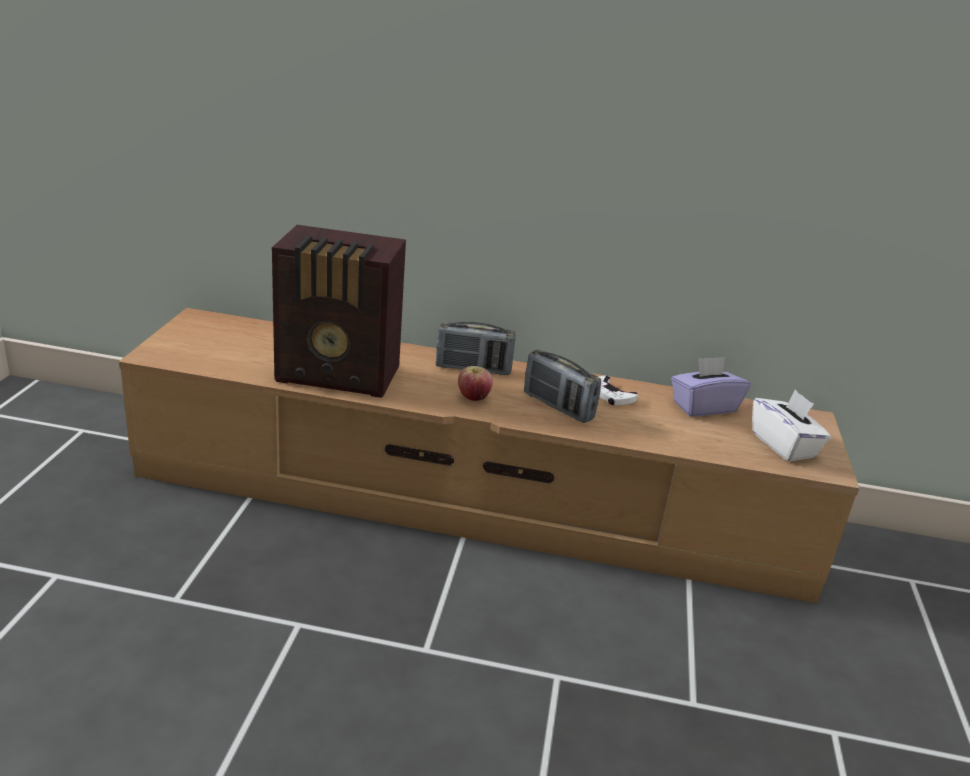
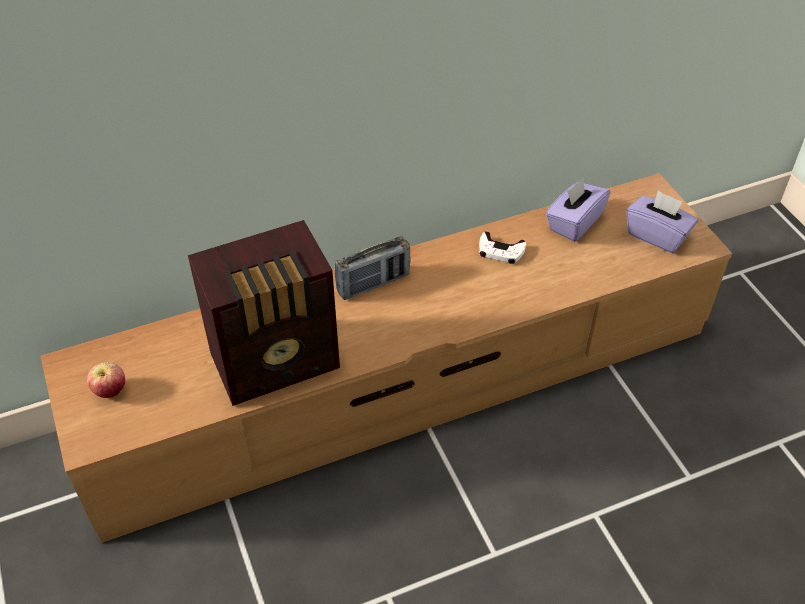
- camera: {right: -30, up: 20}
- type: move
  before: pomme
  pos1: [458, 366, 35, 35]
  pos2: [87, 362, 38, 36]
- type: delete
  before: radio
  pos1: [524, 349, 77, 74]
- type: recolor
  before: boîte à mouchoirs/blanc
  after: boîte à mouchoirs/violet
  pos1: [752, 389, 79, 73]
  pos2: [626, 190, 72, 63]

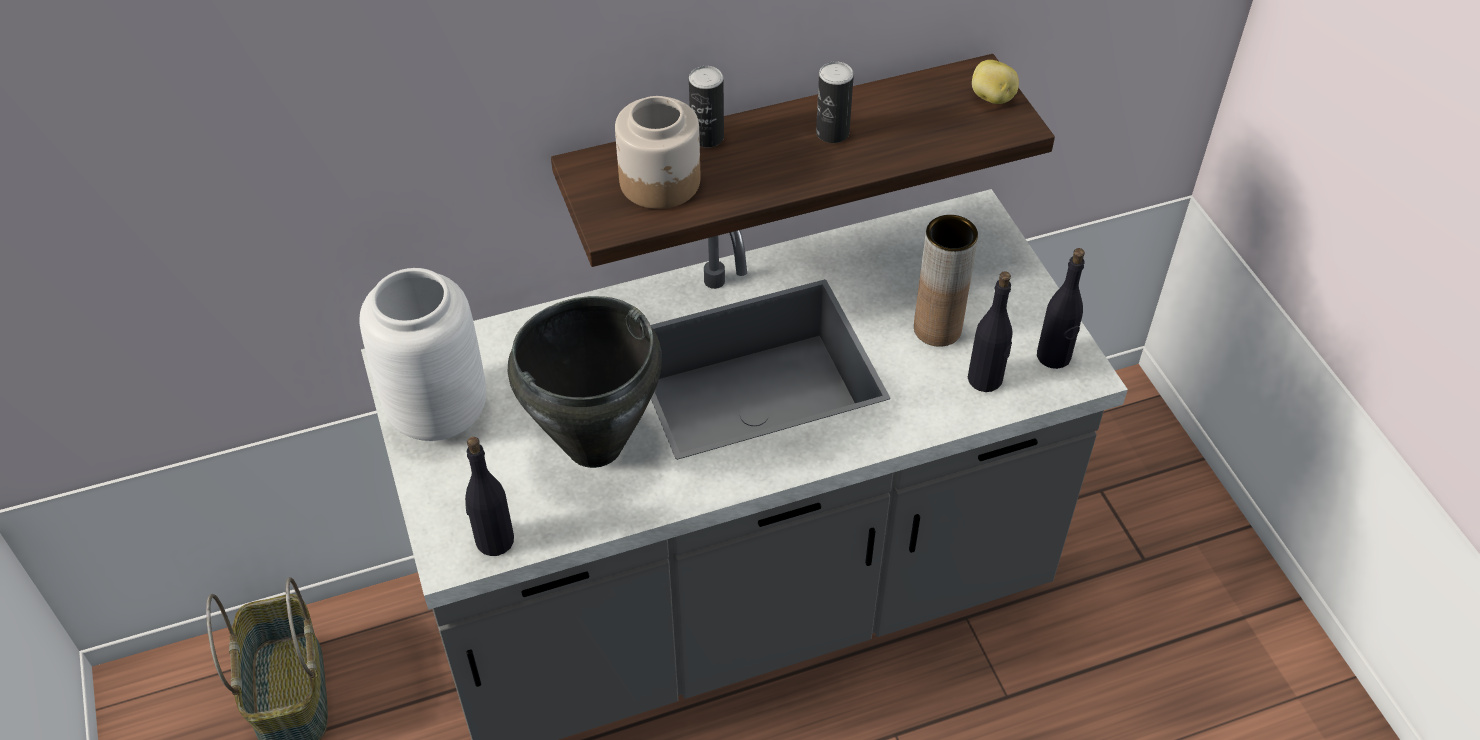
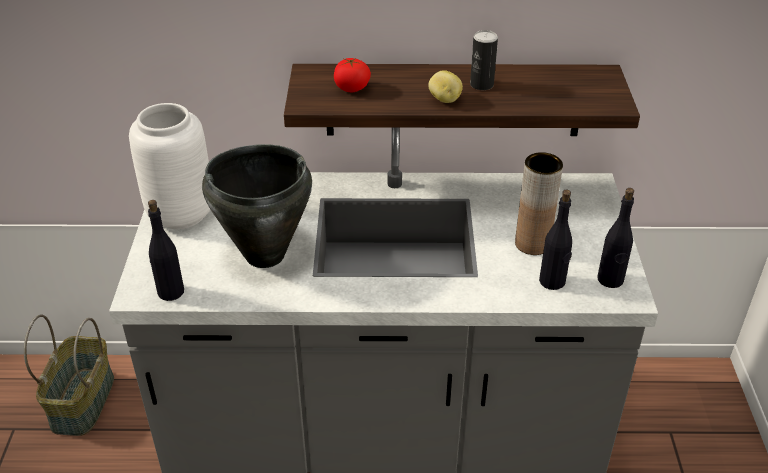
- camera: {right: 20, up: -10}
- type: replace
  before: bocal
  after: tomate
  pos1: [615, 96, 85, 113]
  pos2: [334, 58, 37, 34]
- type: delete
  before: boîte métallique
  pos1: [689, 66, 35, 82]
- type: move
  before: pomme de terre
  pos1: [972, 60, 47, 44]
  pos2: [428, 70, 35, 33]

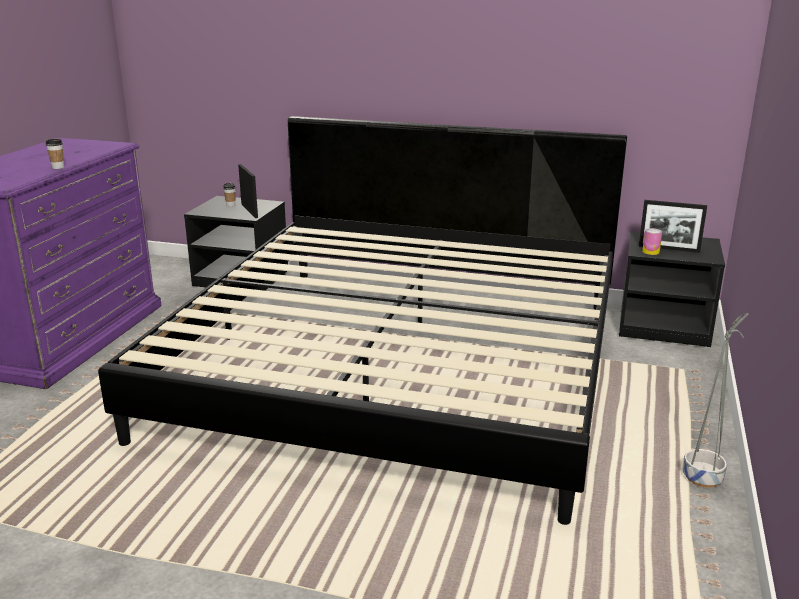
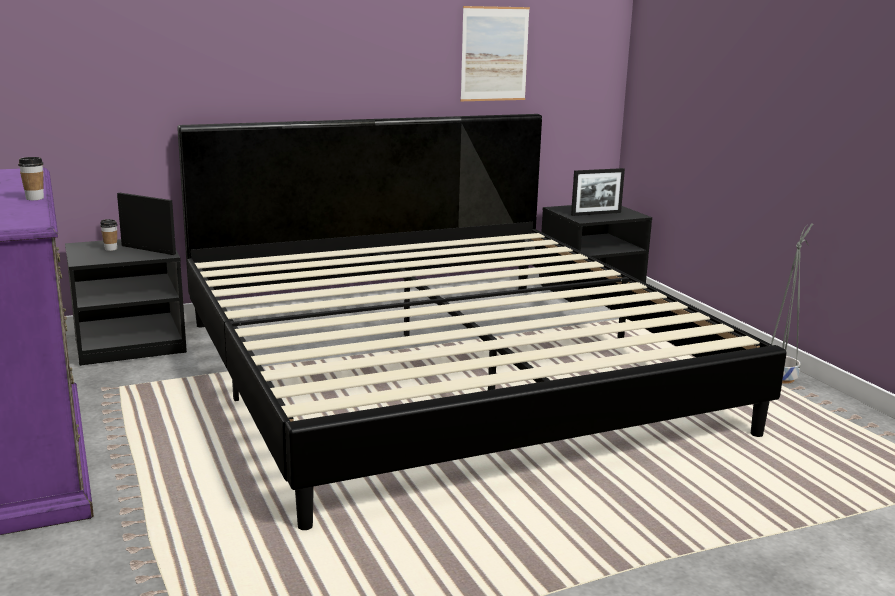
- camera: {right: -40, up: -5}
- type: delete
  before: boîte métallique
  pos1: [642, 228, 20, 27]
- type: insert
  after: tableau
  pos2: [460, 6, 70, 95]

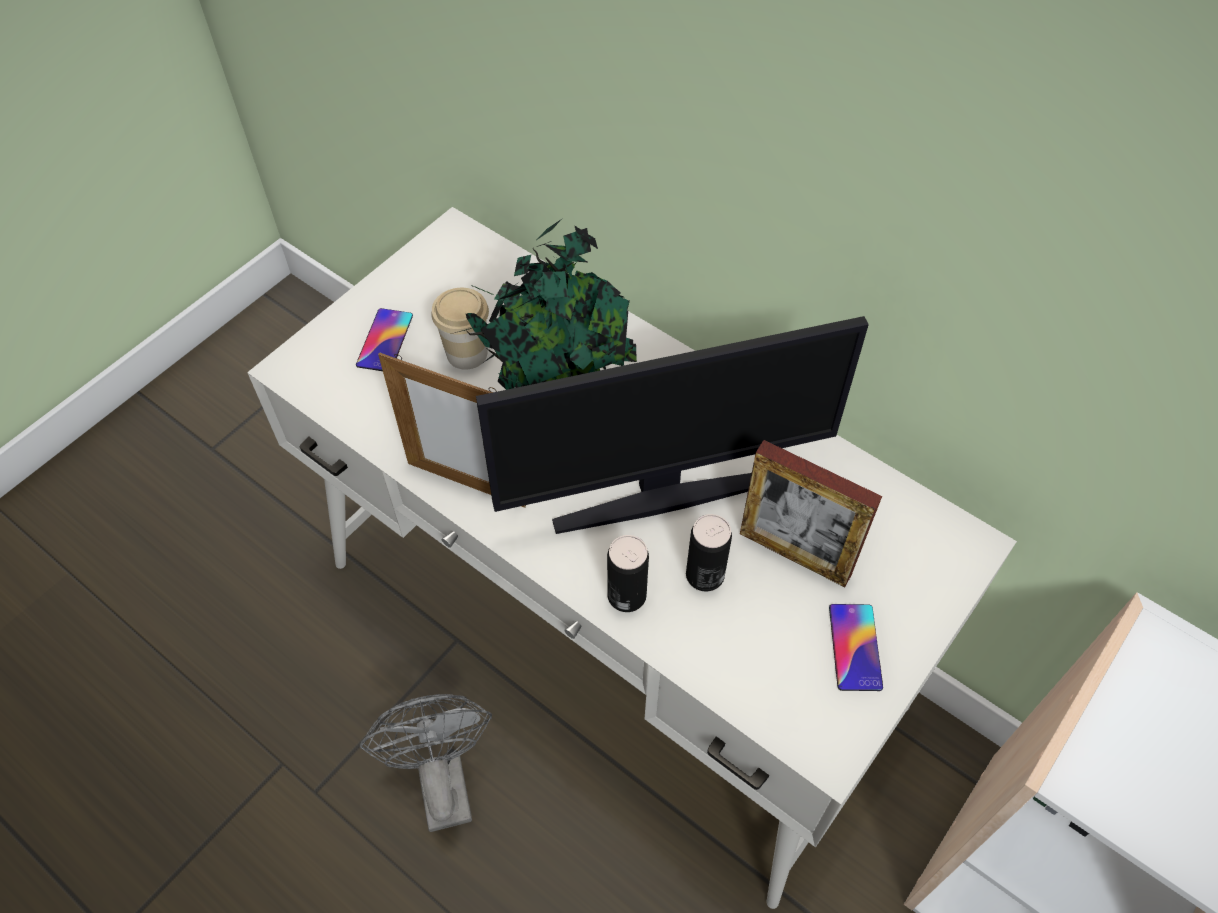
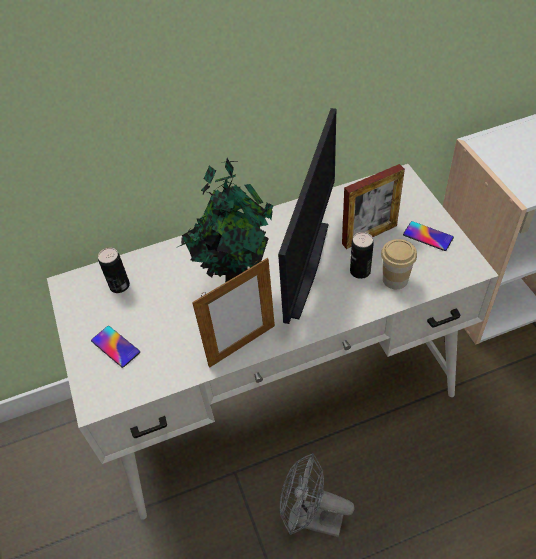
- camera: {right: -55, up: -5}
- type: move
  before: tasse
  pos1: [431, 288, 58, 82]
  pos2: [381, 239, 36, 50]
- type: move
  before: boîte métallique
  pos1: [607, 535, 42, 77]
  pos2: [98, 248, 32, 45]

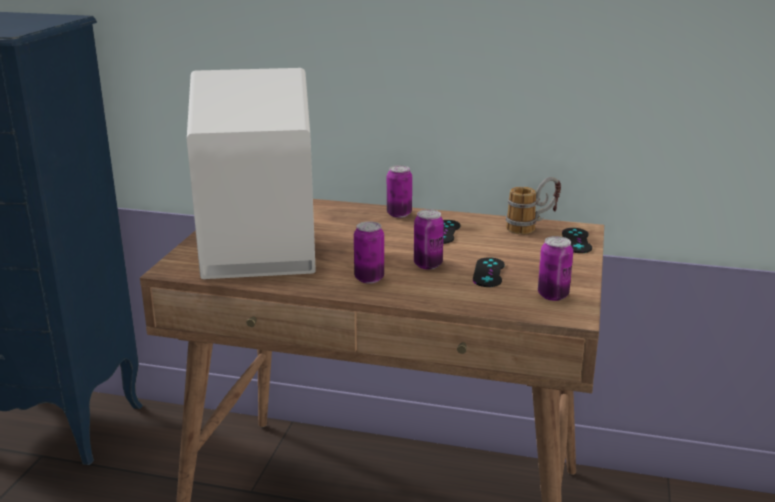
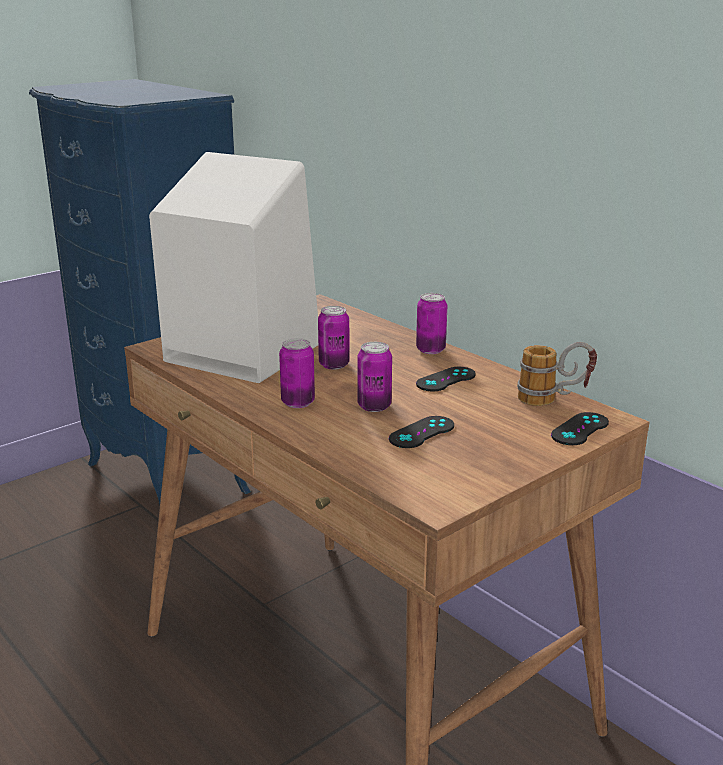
- camera: {right: 35, up: 0}
- type: move
  before: boîte métallique
  pos1: [538, 236, 35, 65]
  pos2: [318, 306, 32, 64]

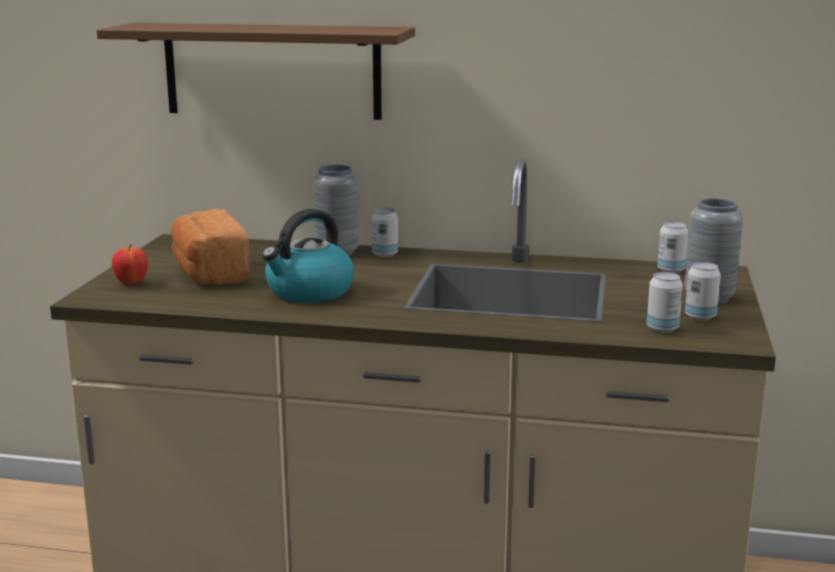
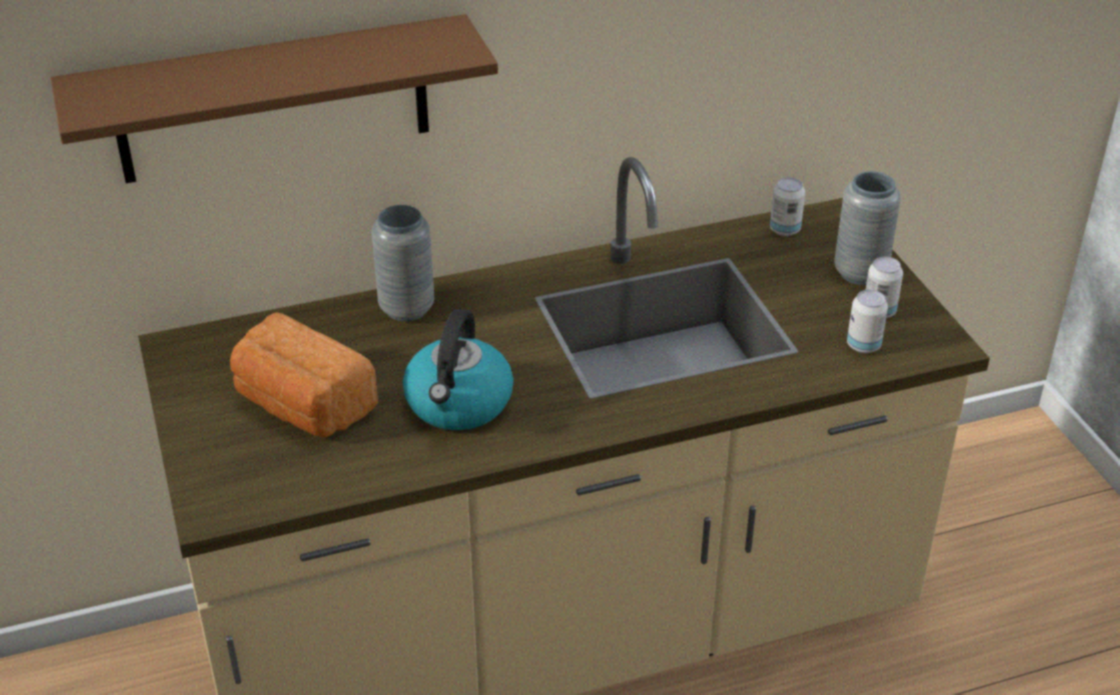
- camera: {right: -30, up: 20}
- type: delete
  before: pomme
  pos1: [112, 244, 36, 41]
- type: delete
  before: boîte métallique
  pos1: [371, 208, 27, 49]

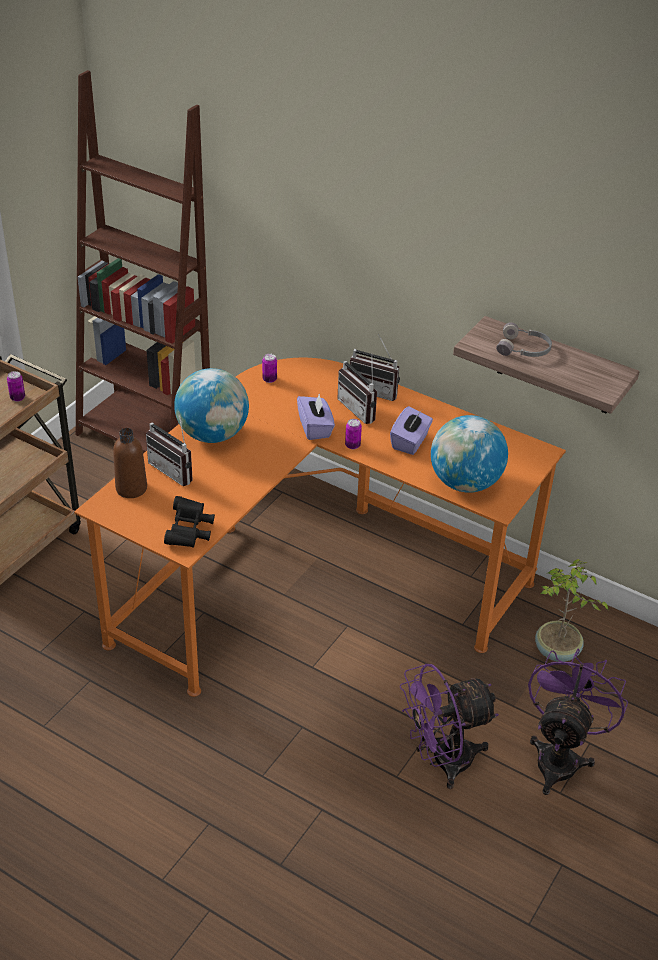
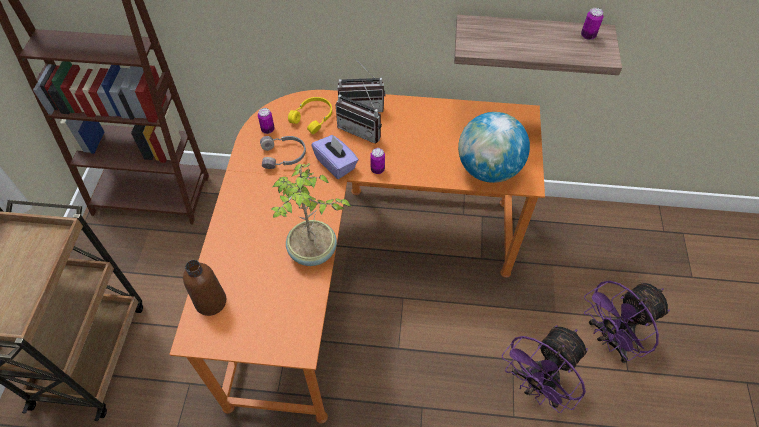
- camera: {right: -25, up: 15}
- type: move
  before: boîte métallique
  pos1: [7, 371, 18, 31]
  pos2: [581, 8, 22, 32]
- type: delete
  before: radio
  pos1: [146, 411, 47, 75]
- type: delete
  before: jumelles/noir
  pos1: [164, 496, 51, 52]
- type: delete
  before: globe
  pos1: [174, 368, 75, 75]
- type: delete
  before: boîte à mouchoirs/violet
  pos1: [390, 406, 43, 49]
- type: move
  before: casque audio/gris
  pos1: [496, 322, 56, 35]
  pos2: [260, 136, 46, 33]
- type: rotate
  before: ventilateur/violet
  pos1: [528, 649, 100, 146]
  pos2: [584, 280, 86, 83]
  turn: -120
- type: move
  before: plante en pot
  pos1: [535, 559, 74, 103]
  pos2: [272, 163, 79, 103]
- type: insert
  after: casque audio/jaune
  pos2: [288, 97, 44, 37]

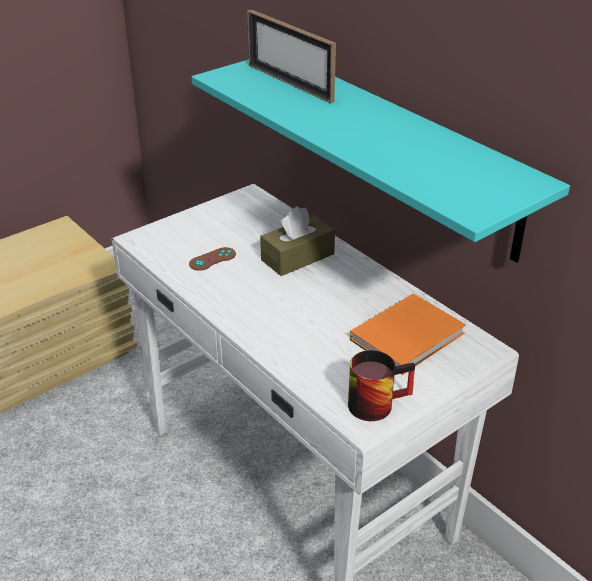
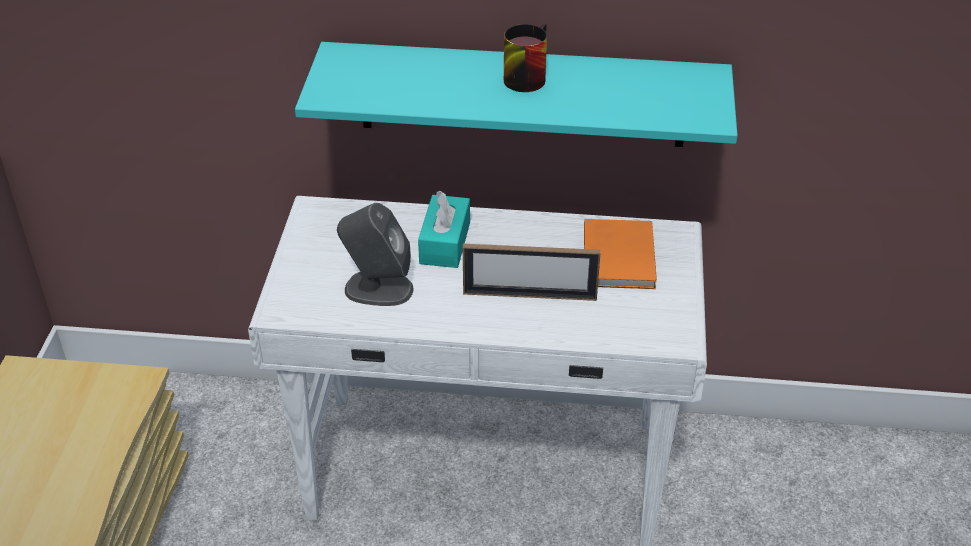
- camera: {right: -45, up: 5}
- type: replace
  before: manette/marron
  after: enceinte/gris
  pos1: [189, 247, 47, 24]
  pos2: [337, 203, 77, 103]
- type: move
  before: cadre photo
  pos1: [247, 9, 89, 95]
  pos2: [463, 244, 138, 57]
- type: recolor
  before: boîte à mouchoirs/marron
  after: boîte à mouchoirs/turquoise
  pos1: [260, 206, 75, 70]
  pos2: [418, 191, 52, 77]
- type: move
  before: mug
  pos1: [348, 350, 67, 71]
  pos2: [504, 23, 43, 69]

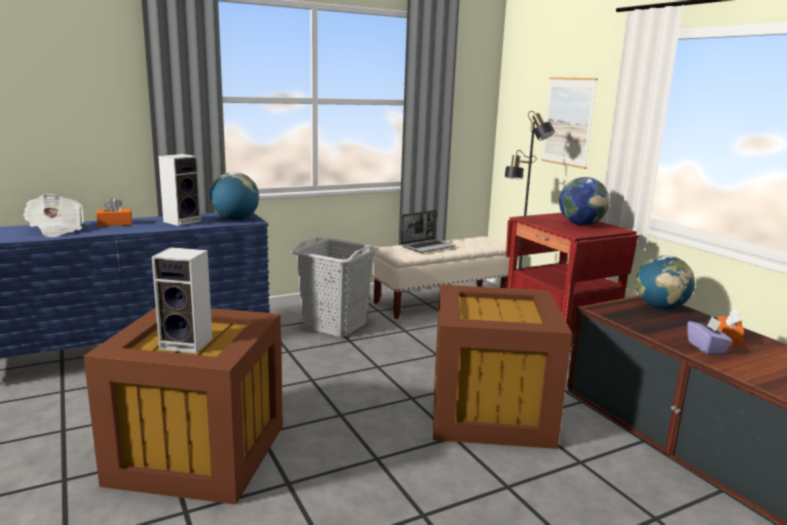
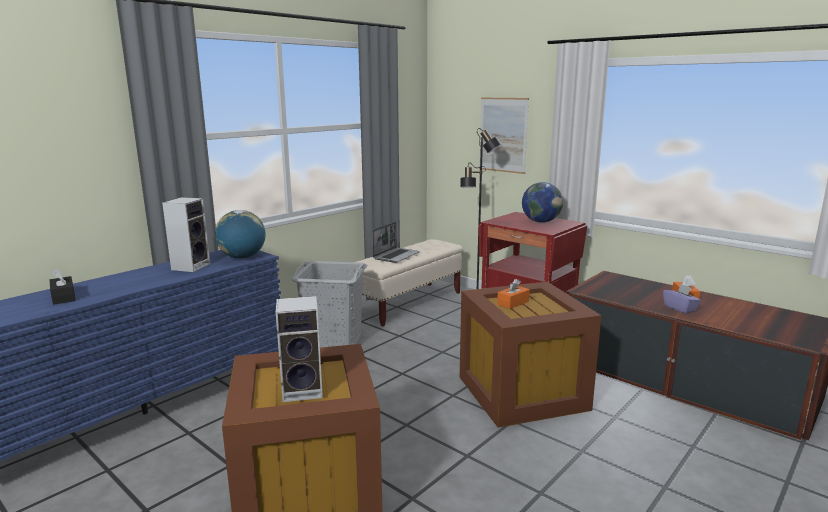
- camera: {right: -20, up: 0}
- type: replace
  before: journal
  after: boîte à mouchoirs/noir
  pos1: [23, 194, 61, 43]
  pos2: [50, 268, 26, 37]
- type: move
  before: boîte à mouchoirs/orange
  pos1: [96, 198, 36, 29]
  pos2: [497, 279, 33, 30]
- type: delete
  before: globe
  pos1: [636, 255, 59, 54]

